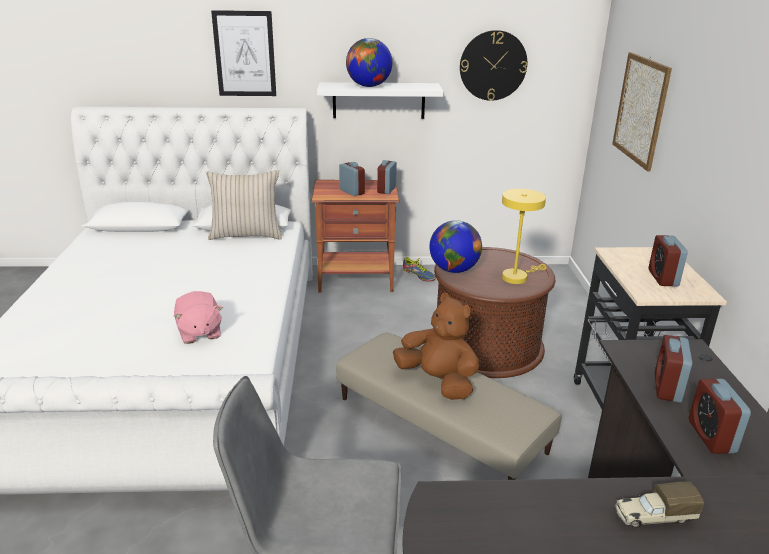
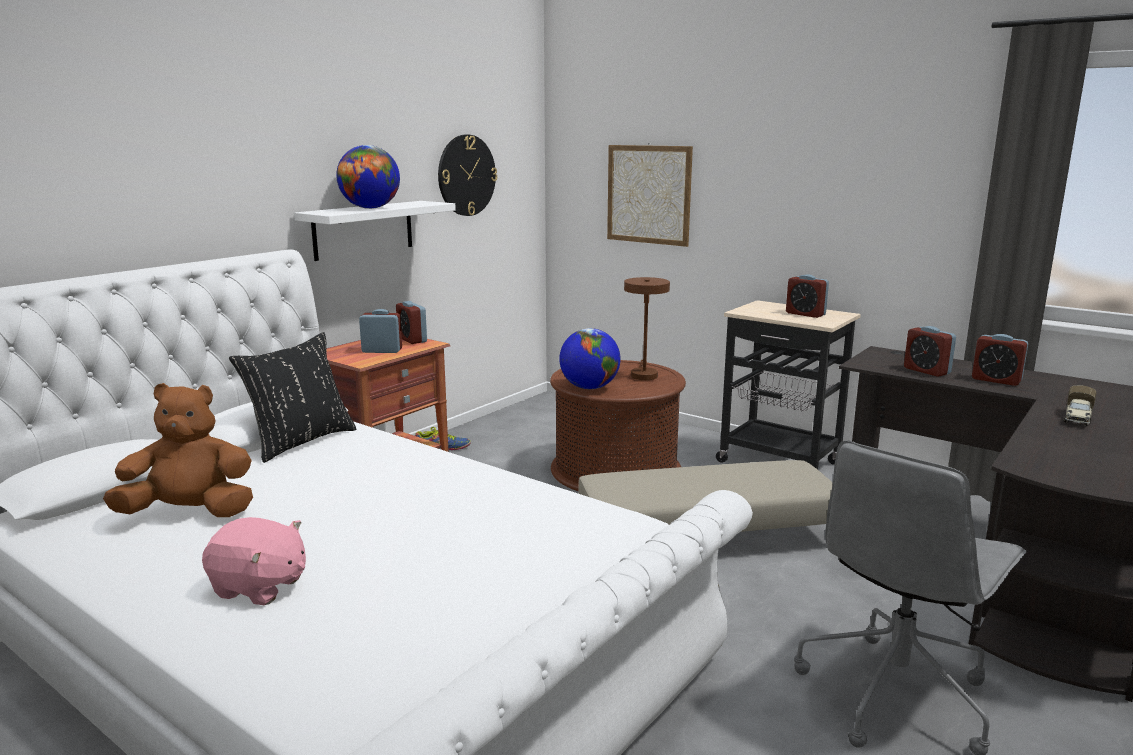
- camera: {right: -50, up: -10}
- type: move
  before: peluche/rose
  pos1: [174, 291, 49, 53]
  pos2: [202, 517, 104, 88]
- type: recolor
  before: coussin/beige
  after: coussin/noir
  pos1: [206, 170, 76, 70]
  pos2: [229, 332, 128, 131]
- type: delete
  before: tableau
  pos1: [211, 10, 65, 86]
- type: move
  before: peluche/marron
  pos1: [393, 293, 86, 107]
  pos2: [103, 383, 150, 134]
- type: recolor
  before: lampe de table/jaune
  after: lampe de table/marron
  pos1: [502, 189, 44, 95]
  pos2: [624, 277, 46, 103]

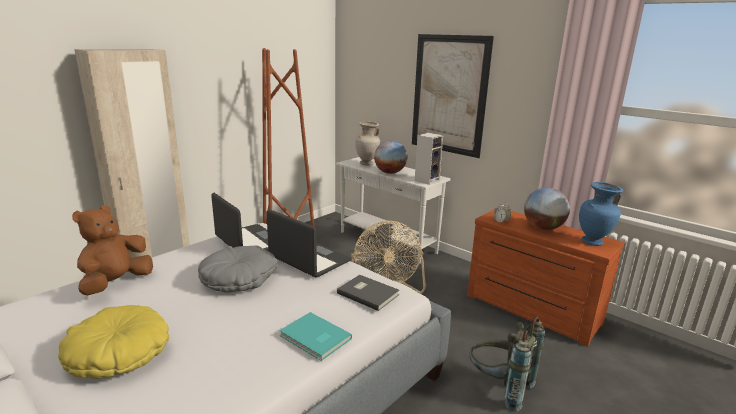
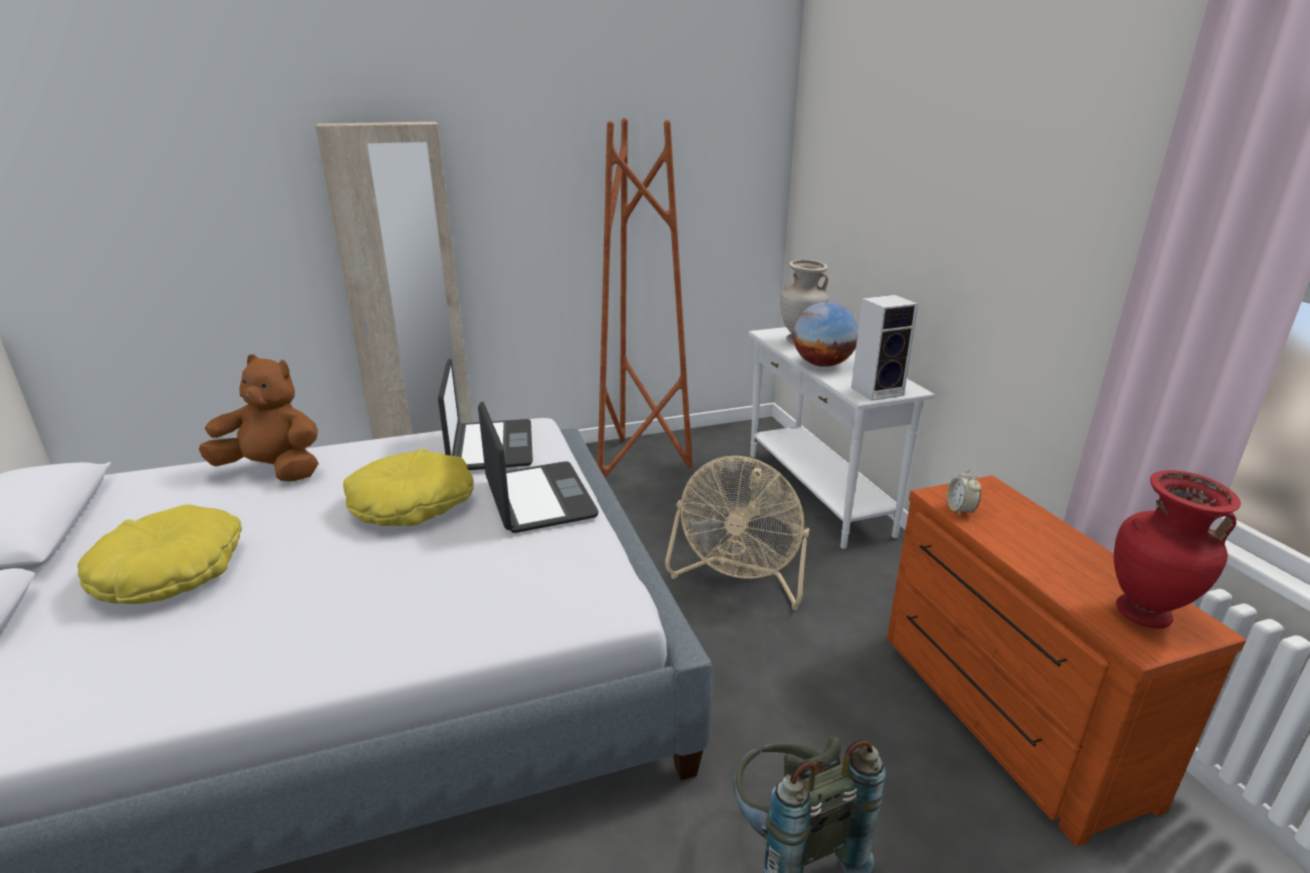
- camera: {right: 30, up: 5}
- type: rotate
  before: peluche/marron
  pos1: [72, 205, 81, 90]
  pos2: [199, 354, 120, 128]
  turn: 45
- type: recolor
  before: coussin/gris
  after: coussin/jaune
  pos1: [198, 245, 80, 47]
  pos2: [343, 449, 131, 77]
- type: delete
  before: livre/turquoise
  pos1: [279, 312, 73, 49]
- type: delete
  before: livre/gris
  pos1: [337, 275, 63, 36]
- type: delete
  before: tableau
  pos1: [412, 34, 82, 124]
- type: delete
  before: globe
  pos1: [524, 187, 46, 43]
- type: recolor
  before: vase/bleu
  after: vase/rouge
  pos1: [579, 182, 45, 64]
  pos2: [1114, 470, 127, 159]

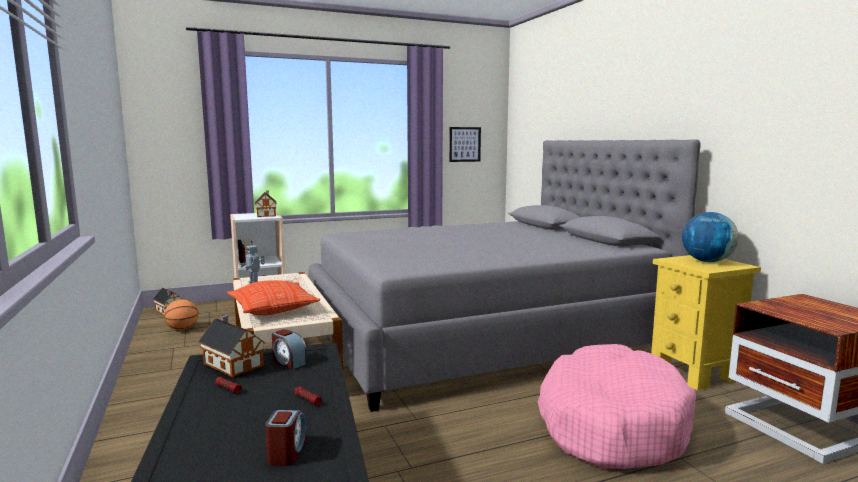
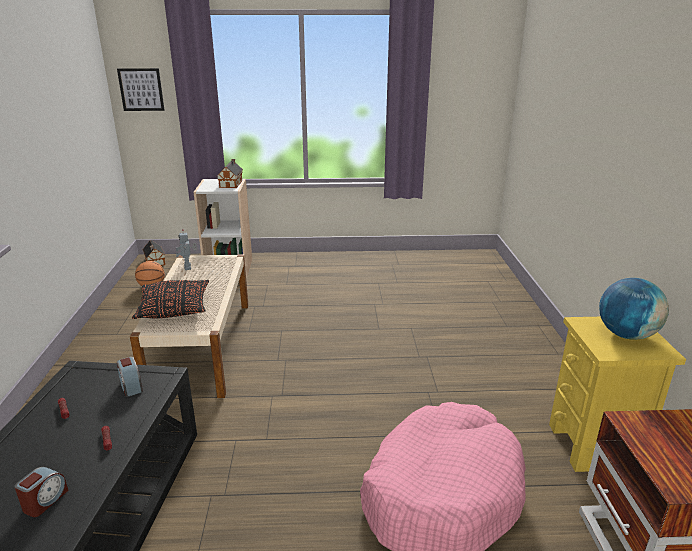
- camera: {right: 20, up: 15}
- type: delete
  before: maison miniature
  pos1: [198, 315, 68, 63]
- type: recolor
  before: coussin/orange
  after: coussin/noir
  pos1: [227, 280, 93, 35]
  pos2: [132, 280, 77, 39]
- type: delete
  before: lit/gris
  pos1: [309, 139, 392, 273]
- type: move
  before: tableau
  pos1: [449, 127, 32, 35]
  pos2: [117, 68, 48, 43]

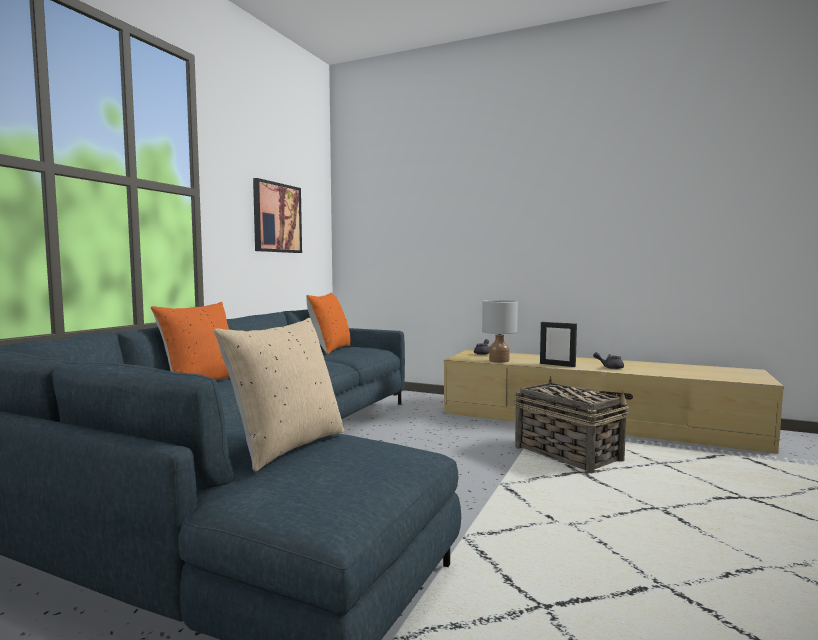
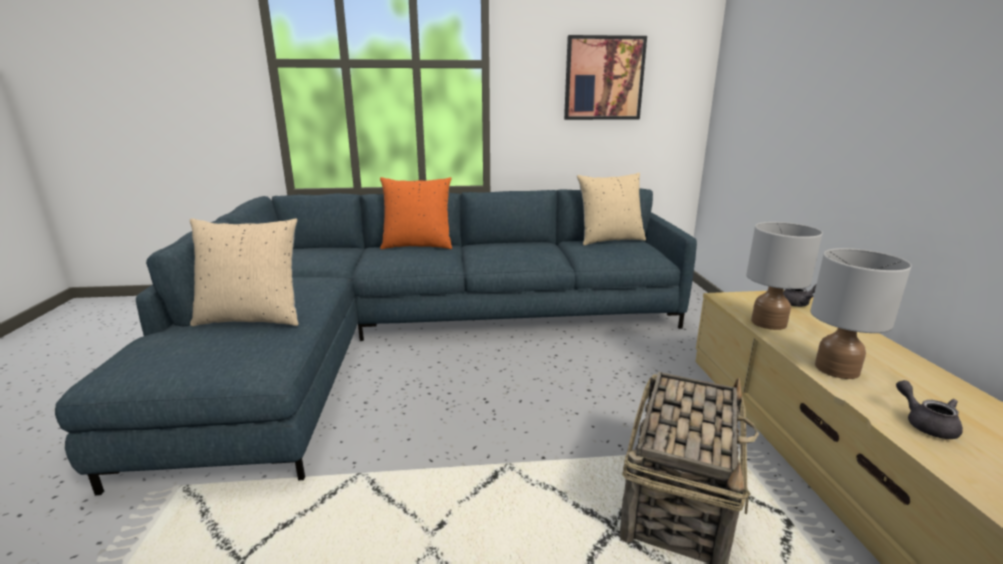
- camera: {right: 60, up: 15}
- type: recolor
  before: coussin/orange
  after: coussin/beige
  pos1: [306, 292, 44, 62]
  pos2: [577, 172, 69, 74]
- type: replace
  before: cadre photo
  after: lampe de table/gris
  pos1: [540, 322, 37, 45]
  pos2: [810, 248, 102, 131]

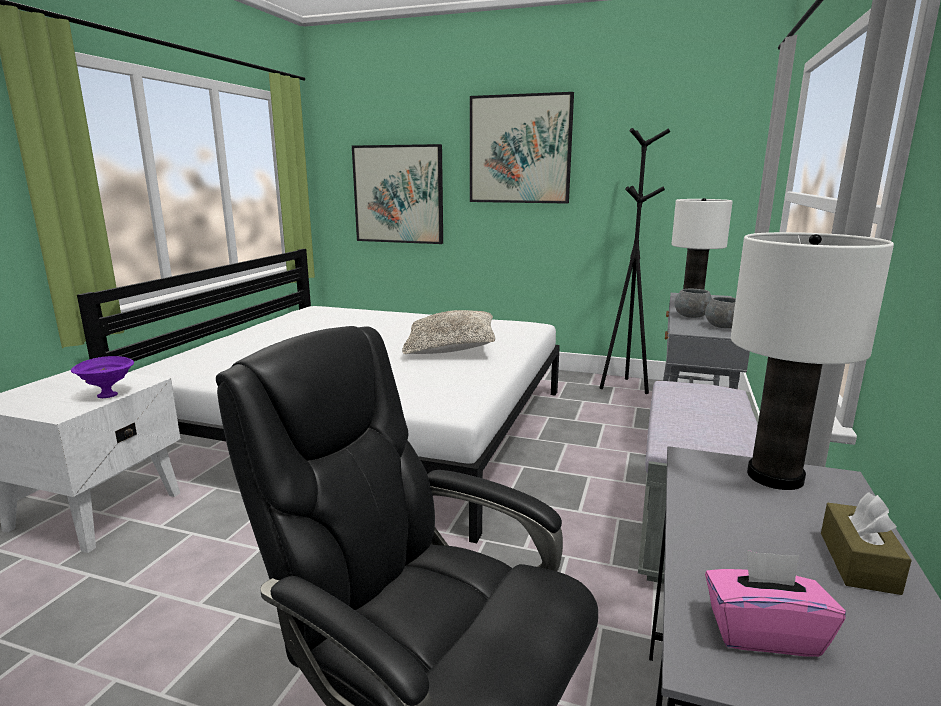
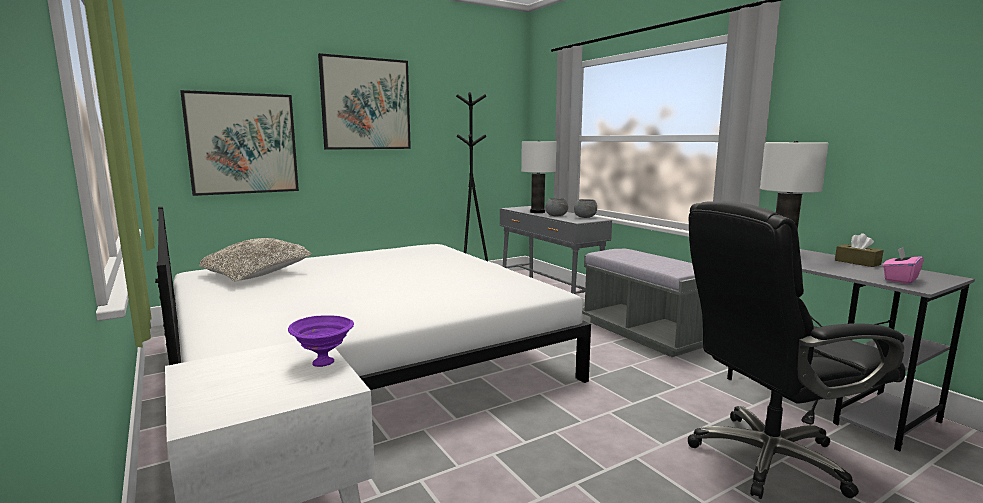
- camera: {right: -50, up: -5}
- type: move
  before: coussin/beige
  pos1: [402, 310, 93, 44]
  pos2: [199, 238, 113, 44]

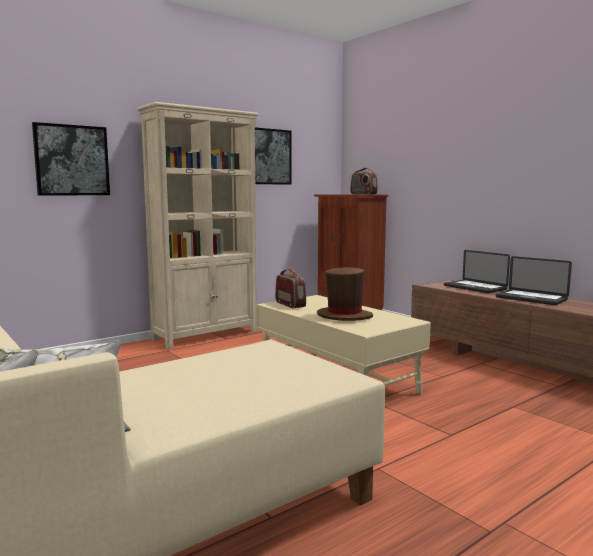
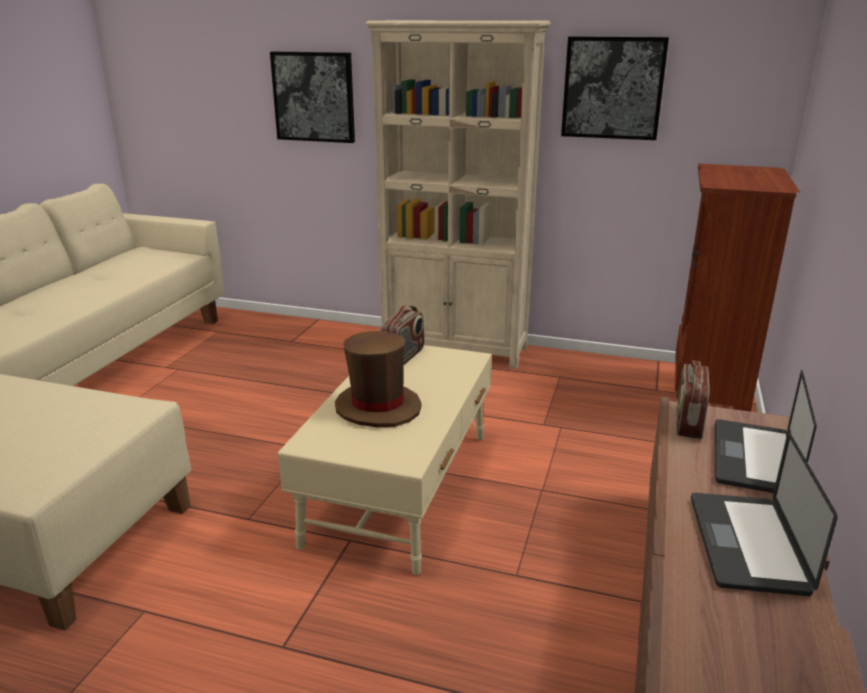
- camera: {right: 55, up: 15}
- type: move
  before: radio
  pos1: [350, 168, 28, 27]
  pos2: [677, 360, 33, 79]

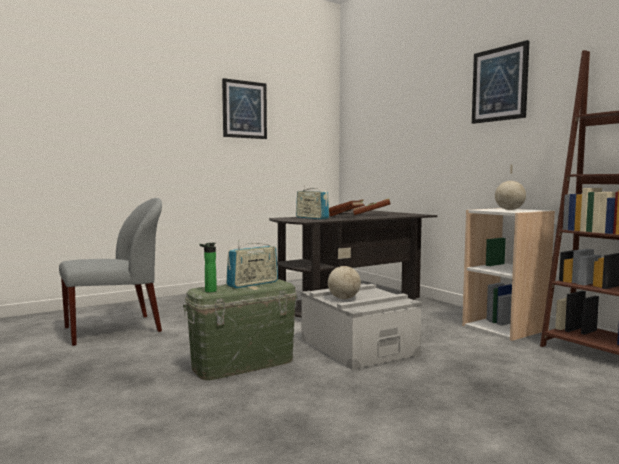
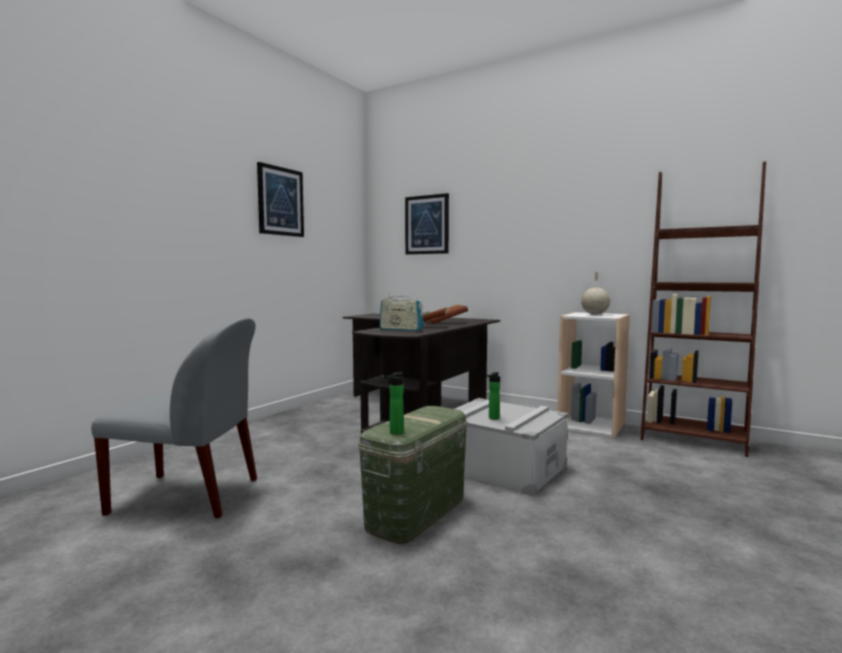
- camera: {right: -25, up: 0}
- type: rotate
  before: chaise/gris
  pos1: [59, 198, 103, 148]
  pos2: [91, 318, 166, 200]
  turn: 60
- type: delete
  before: radio
  pos1: [226, 240, 52, 48]
- type: replace
  before: globe
  after: bouteille
  pos1: [328, 248, 33, 51]
  pos2: [487, 372, 13, 48]
- type: move
  before: tableau
  pos1: [472, 40, 57, 84]
  pos2: [405, 193, 44, 62]

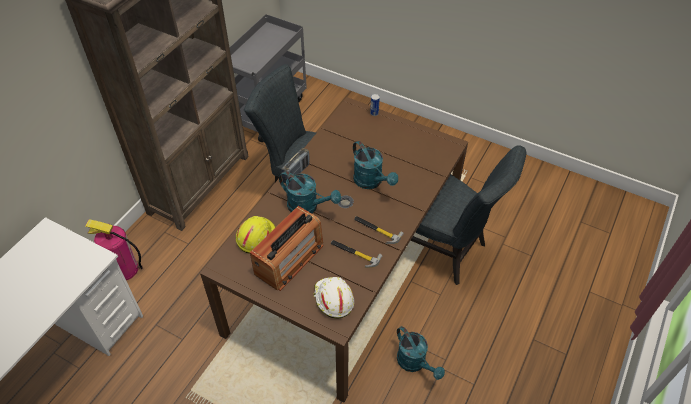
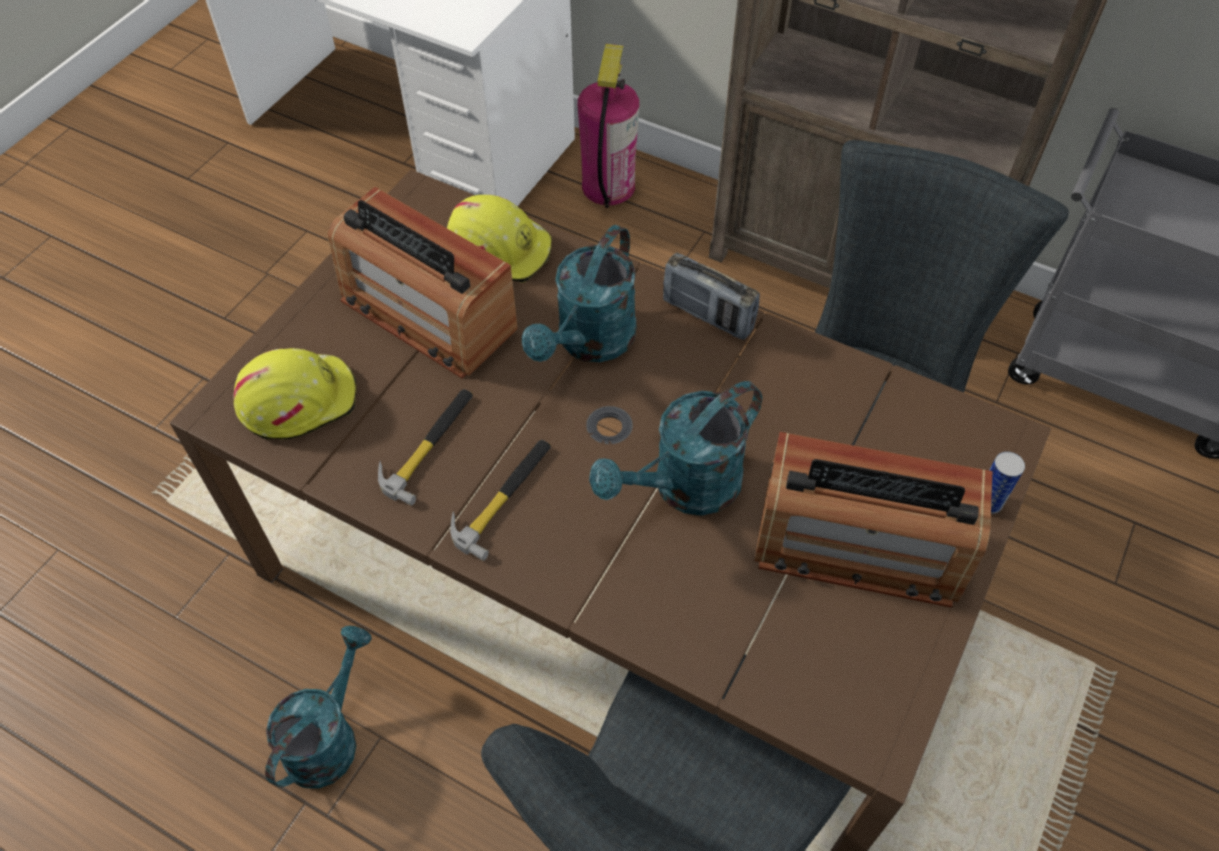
- camera: {right: 90, up: 5}
- type: recolor
  before: casque de chantier/blanc
  after: casque de chantier/jaune
  pos1: [313, 277, 41, 42]
  pos2: [233, 348, 123, 91]
- type: rotate
  before: arrosoir/turquoise
  pos1: [397, 326, 48, 54]
  pos2: [265, 626, 107, 162]
  turn: 150
- type: insert
  after: radio
  pos2: [754, 432, 239, 176]

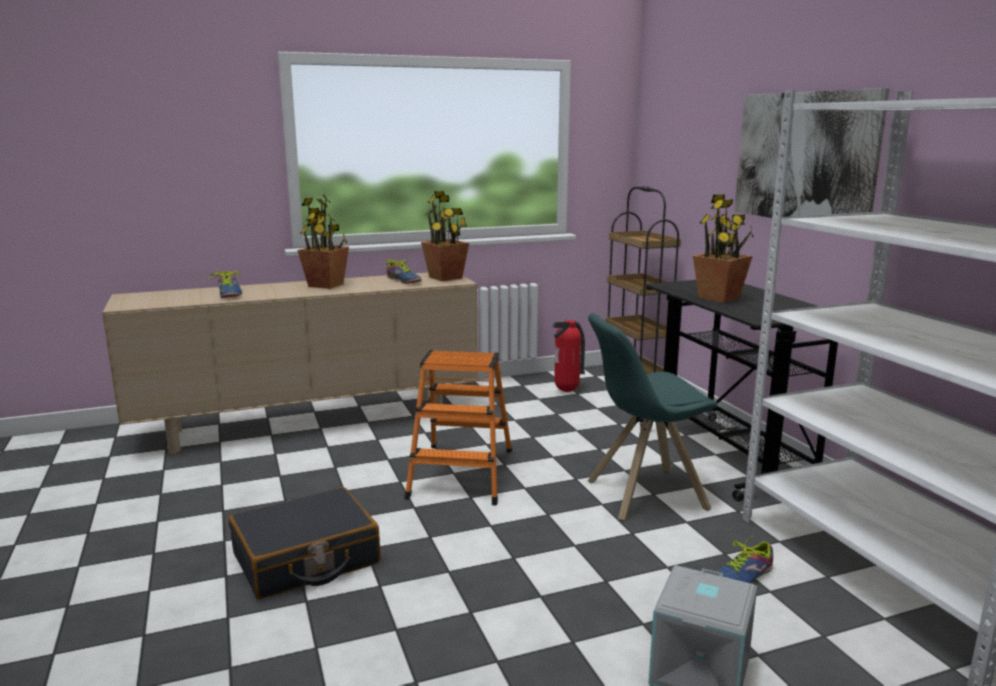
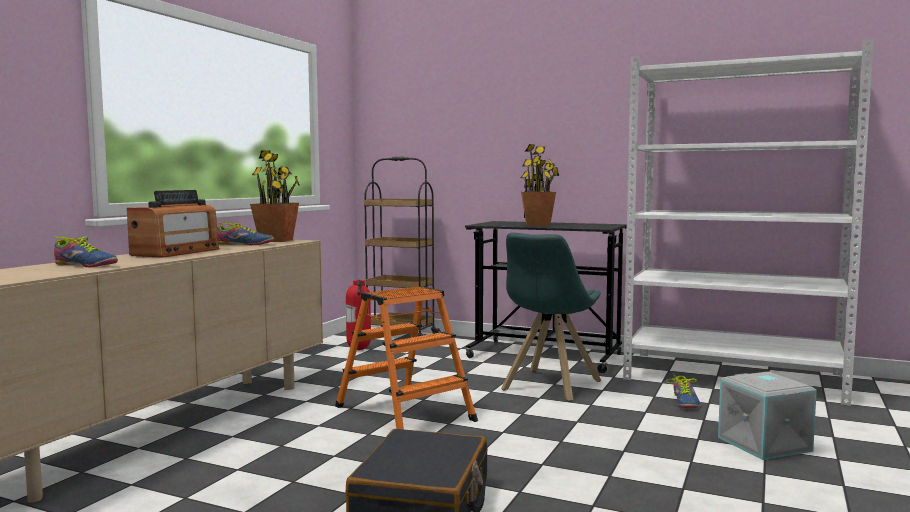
- camera: {right: -45, up: -10}
- type: replace
  before: plante en pot
  after: radio
  pos1: [298, 194, 51, 95]
  pos2: [127, 190, 93, 68]
- type: delete
  before: tableau
  pos1: [734, 88, 156, 130]

